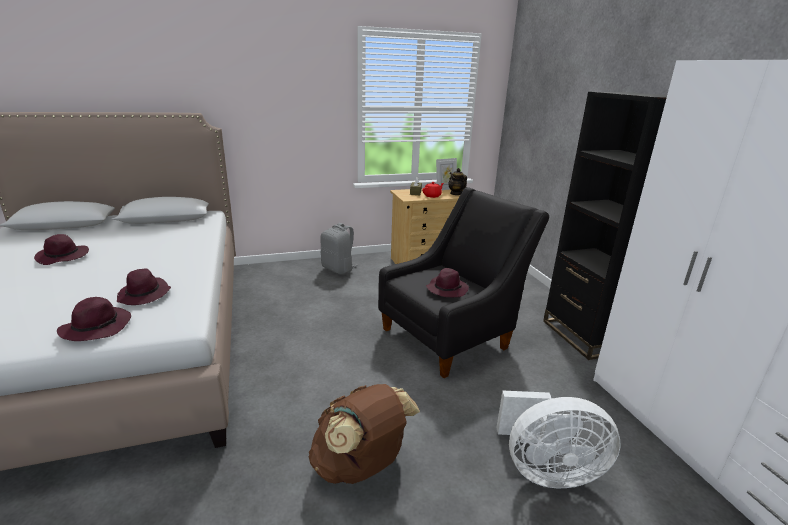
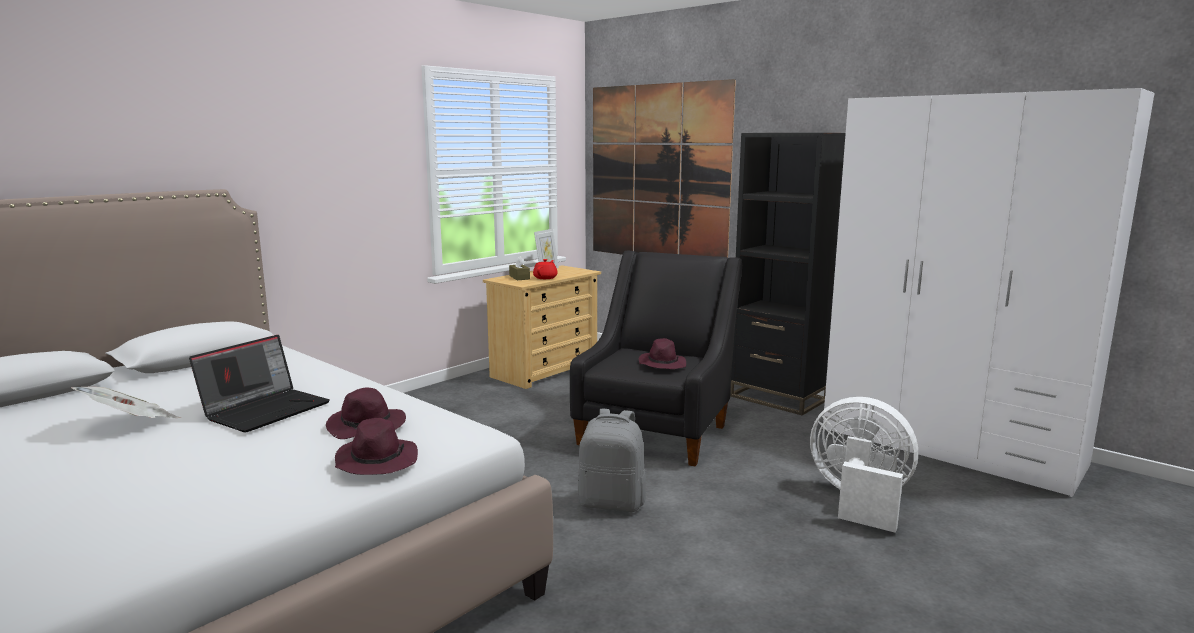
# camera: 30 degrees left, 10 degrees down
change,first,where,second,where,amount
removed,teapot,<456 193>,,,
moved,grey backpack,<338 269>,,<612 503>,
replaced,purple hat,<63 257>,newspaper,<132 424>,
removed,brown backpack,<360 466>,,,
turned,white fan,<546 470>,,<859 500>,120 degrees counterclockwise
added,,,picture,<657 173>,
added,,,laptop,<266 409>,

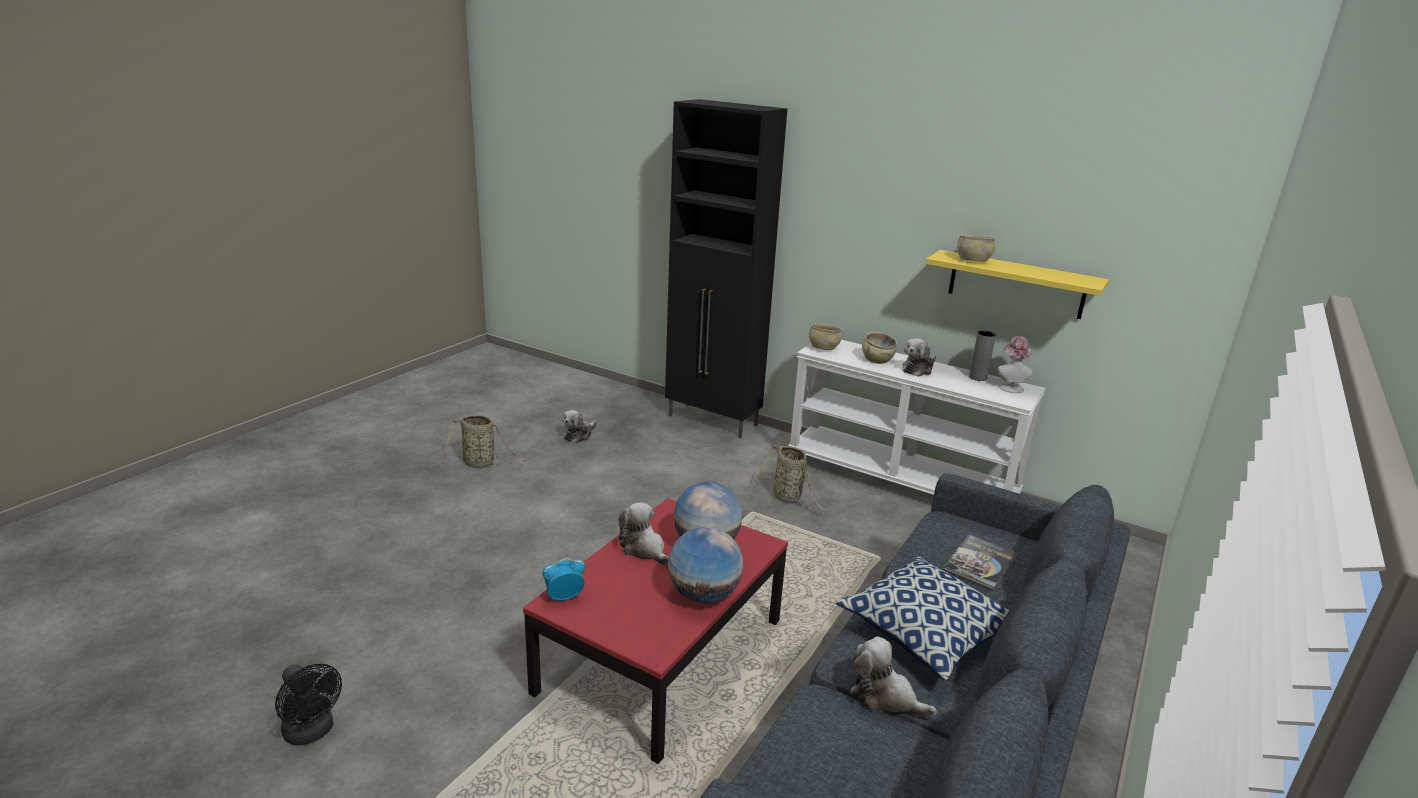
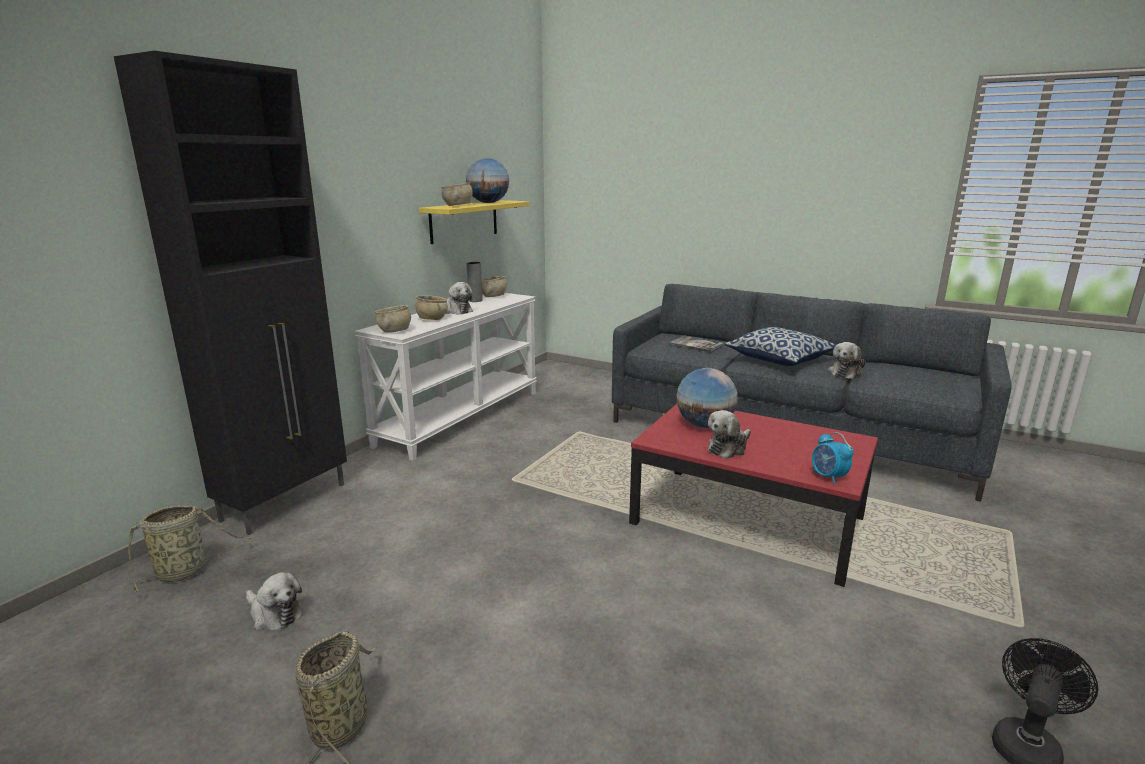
# camera: 90 degrees left, 5 degrees down
change,first,where,second,where,amount
replaced,hat,<1009 387>,beige bowl,<493 296>,
moved,basket,<788 498>,,<186 571>,
moved,globe,<703 595>,,<488 203>,

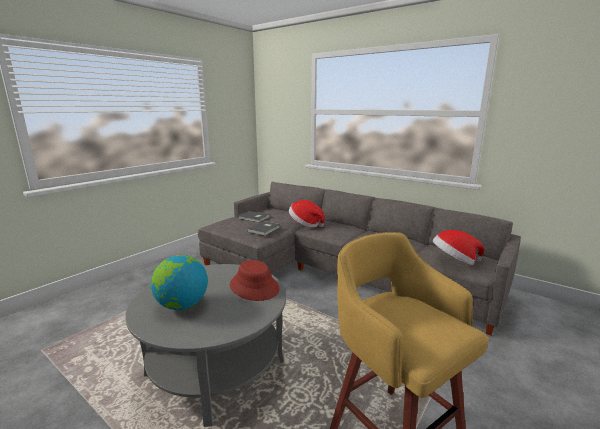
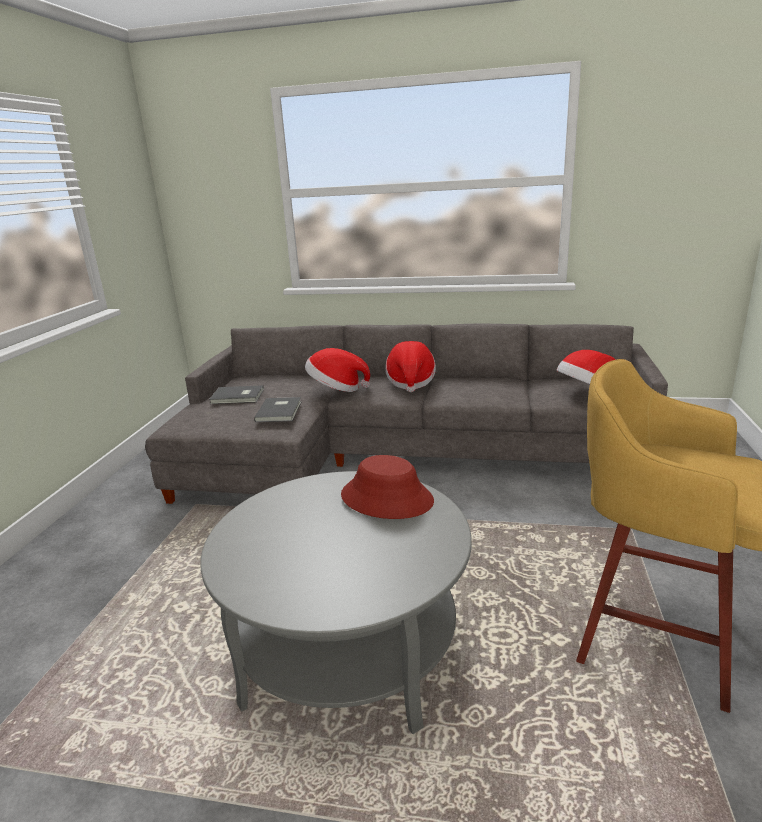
# camera: 25 degrees left, 5 degrees up
change,first,where,second,where,amount
removed,globe,<182 305>,,,
added,,,hat,<410 382>,

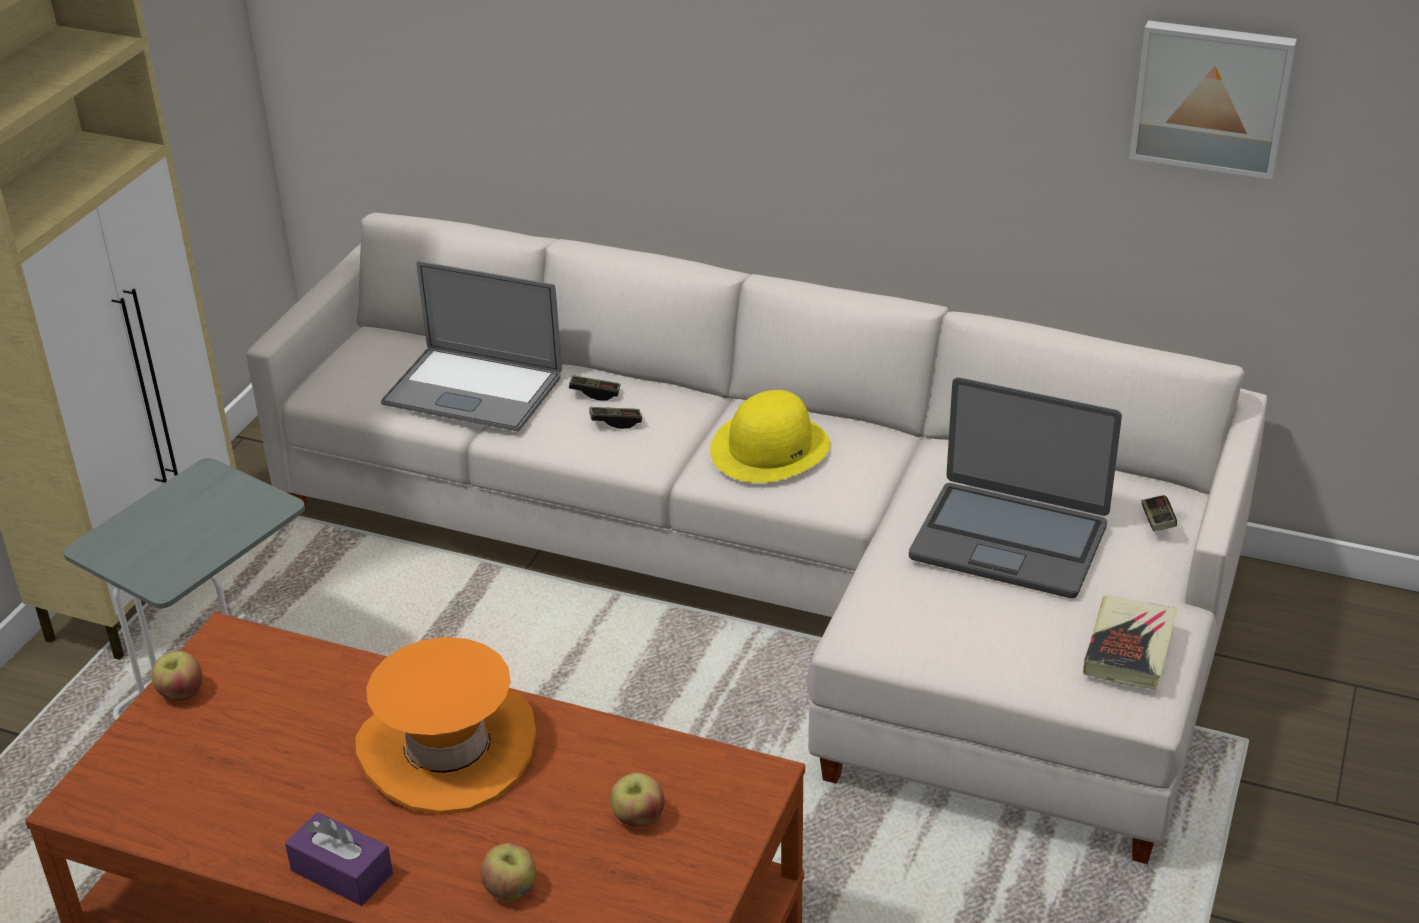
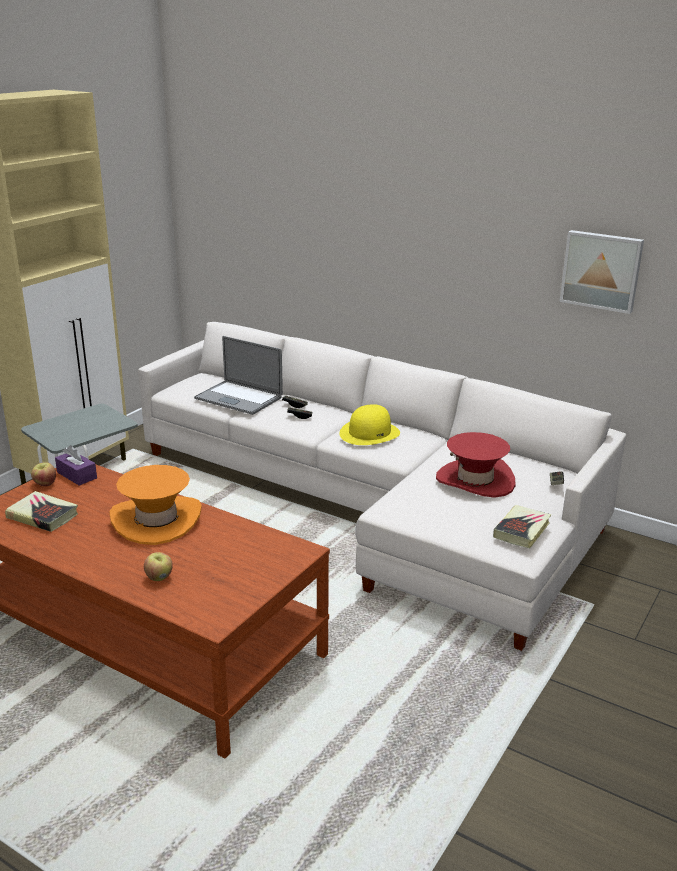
# camera: 10 degrees right, 10 degrees down
change,first,where,second,where,amount
replaced,laptop,<1009 540>,red hat,<475 480>,
removed,apple,<638 818>,,,
moved,purple tissue box,<342 872>,,<77 475>,
added,,,book,<43 516>,

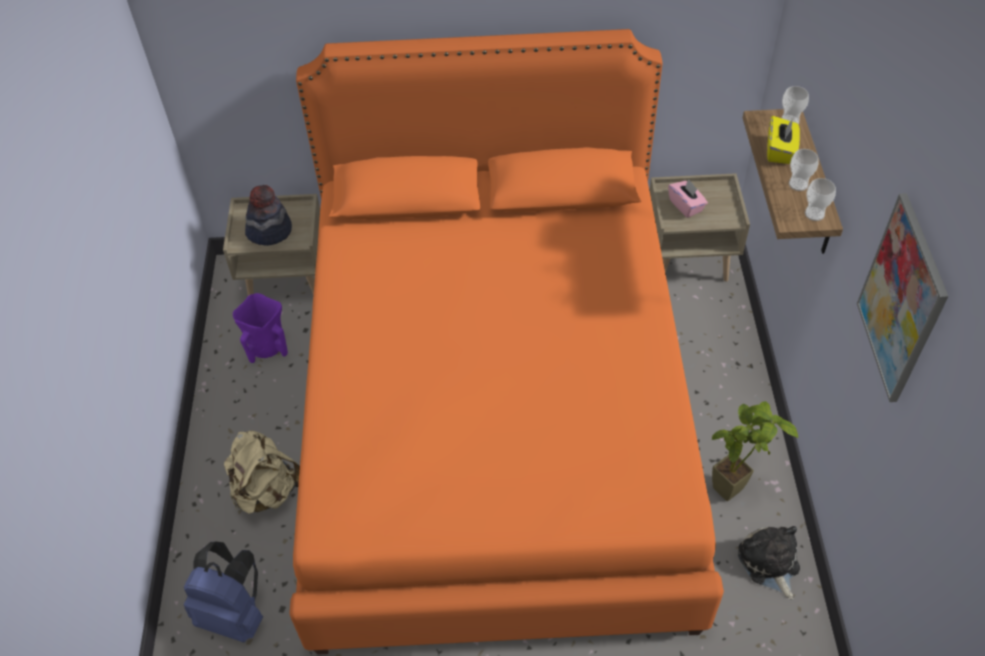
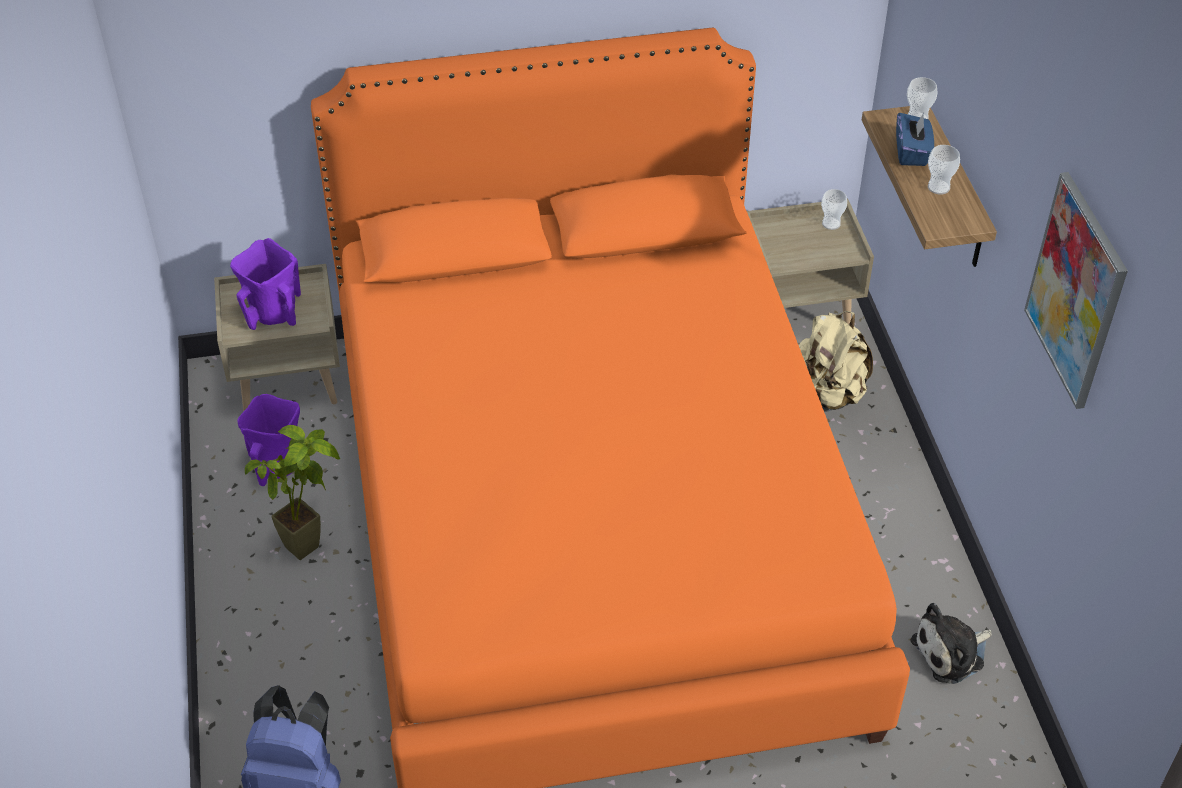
# camera: 10 degrees left, 5 degrees down
change,first,where,second,where,amount
recoloured,yellow tissue box,<780 151>,blue tissue box,<912 152>,
moved,cup,<814 214>,,<831 224>,
removed,pink tissue box,<686 206>,,,
replaced,hat,<269 231>,purple vase,<272 314>,
moved,potted plant,<736 486>,,<314 542>,
moved,beige backpack,<266 491>,,<827 394>,
turned,plush toy,<769 563>,,<951 652>,90 degrees counterclockwise

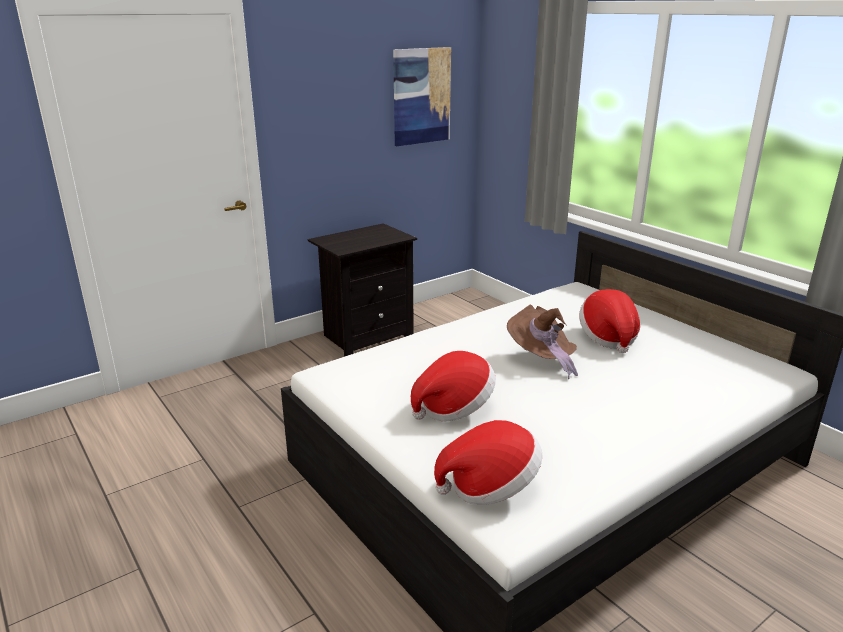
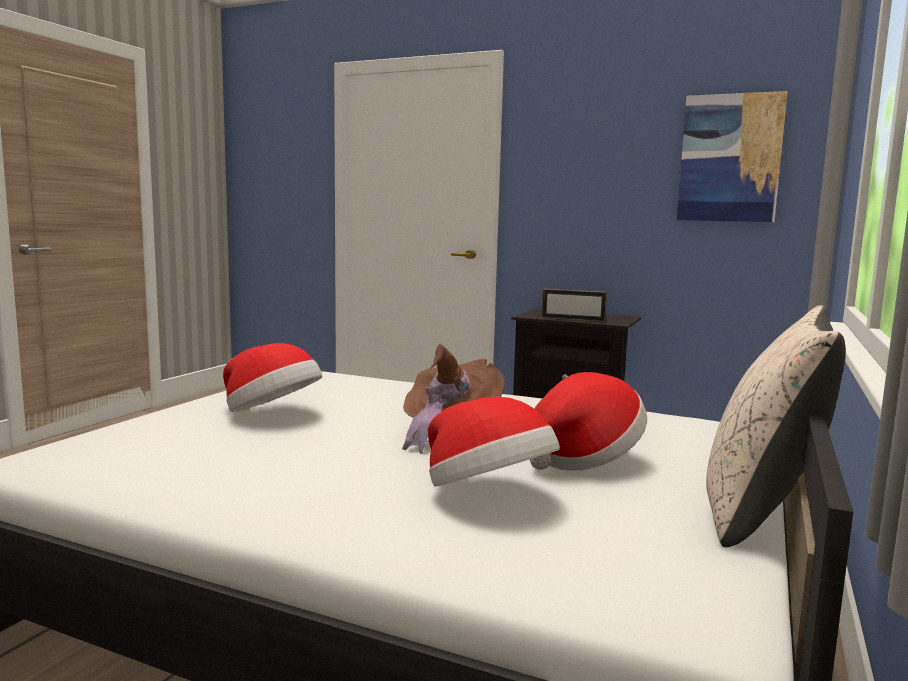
# camera: 60 degrees right, 15 degrees down
change,first,where,second,where,amount
moved,hat,<490 486>,,<488 494>,
added,,,picture frame,<572 319>,
added,,,beige pillow,<761 511>,

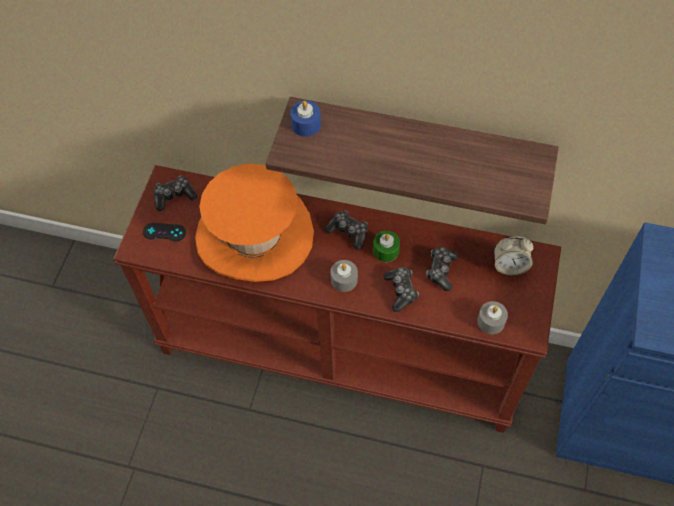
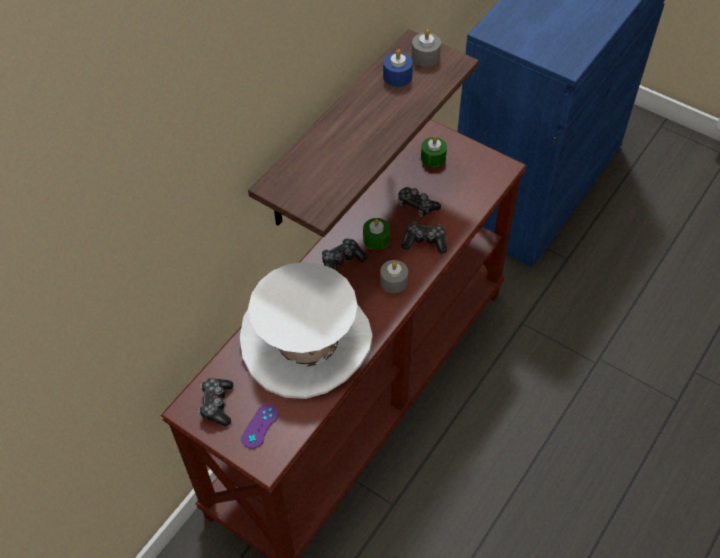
# camera: 70 degrees left, 5 degrees down
change,first,where,second,where,amount
moved,blue candle,<306 124>,,<397 76>,
recoloured,orange hat,<254 235>,white hat,<306 342>,
recoloured,black game controller,<164 232>,purple game controller,<260 426>,
replaced,alarm clock,<509 266>,green candle,<433 157>,
moved,grey candle,<491 321>,,<425 56>,

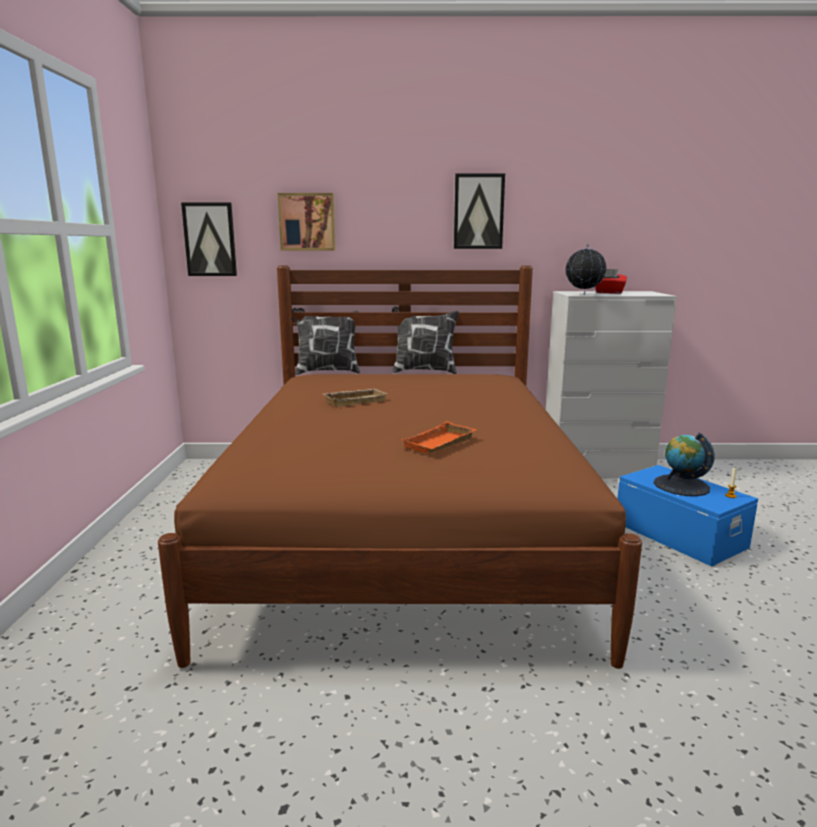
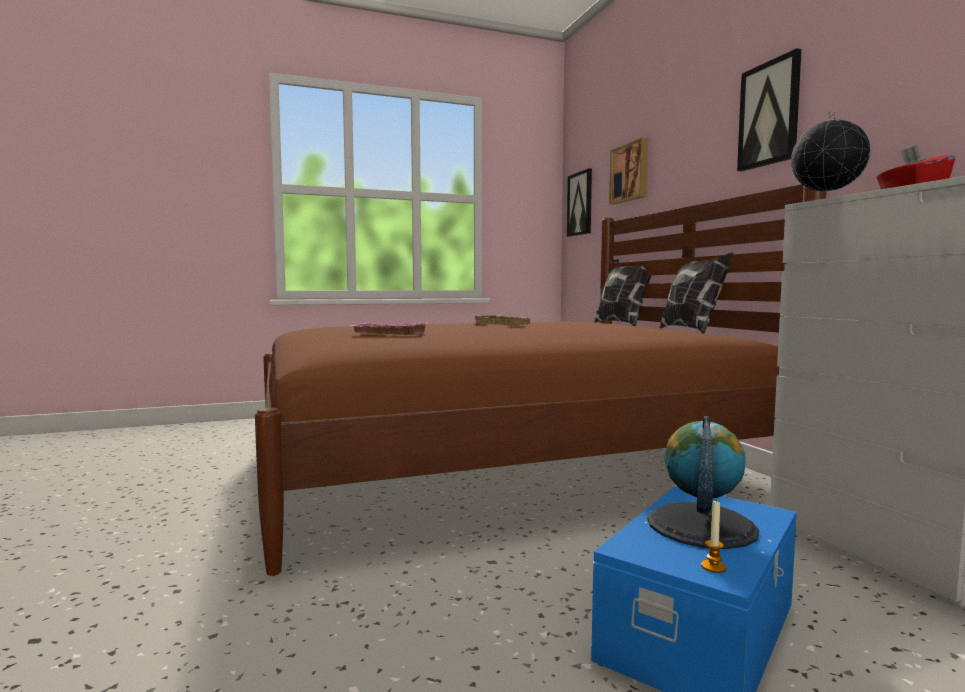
# camera: 70 degrees right, 10 degrees down
change,first,where,second,where,amount
recoloured,orange tray,<440 444>,pink tray,<387 333>,

